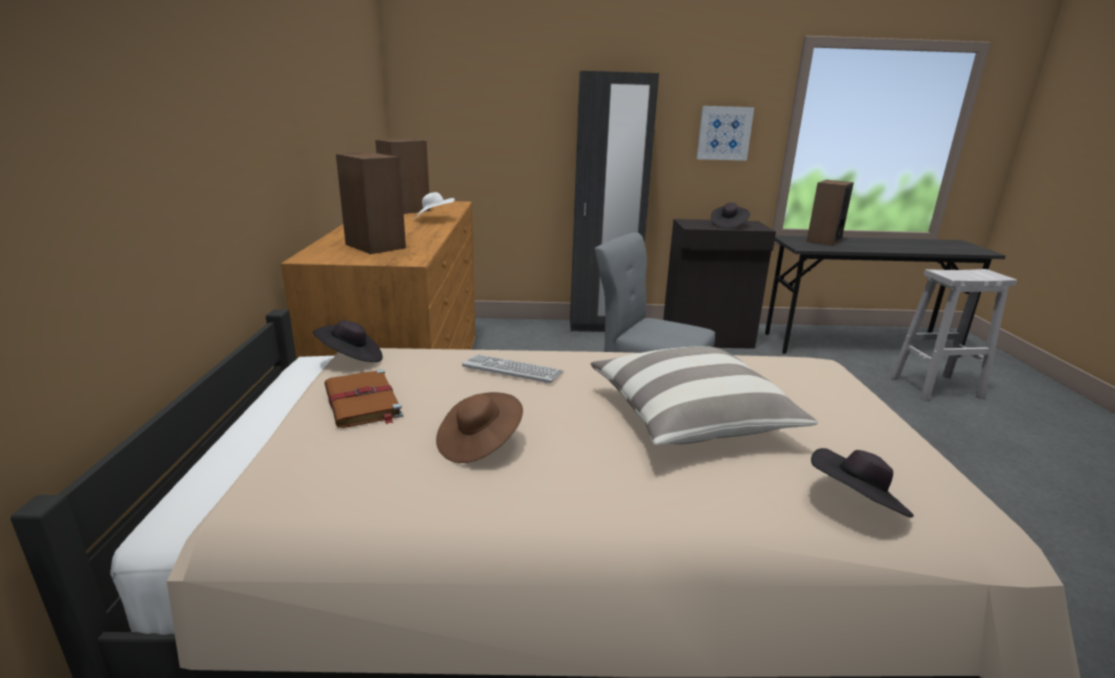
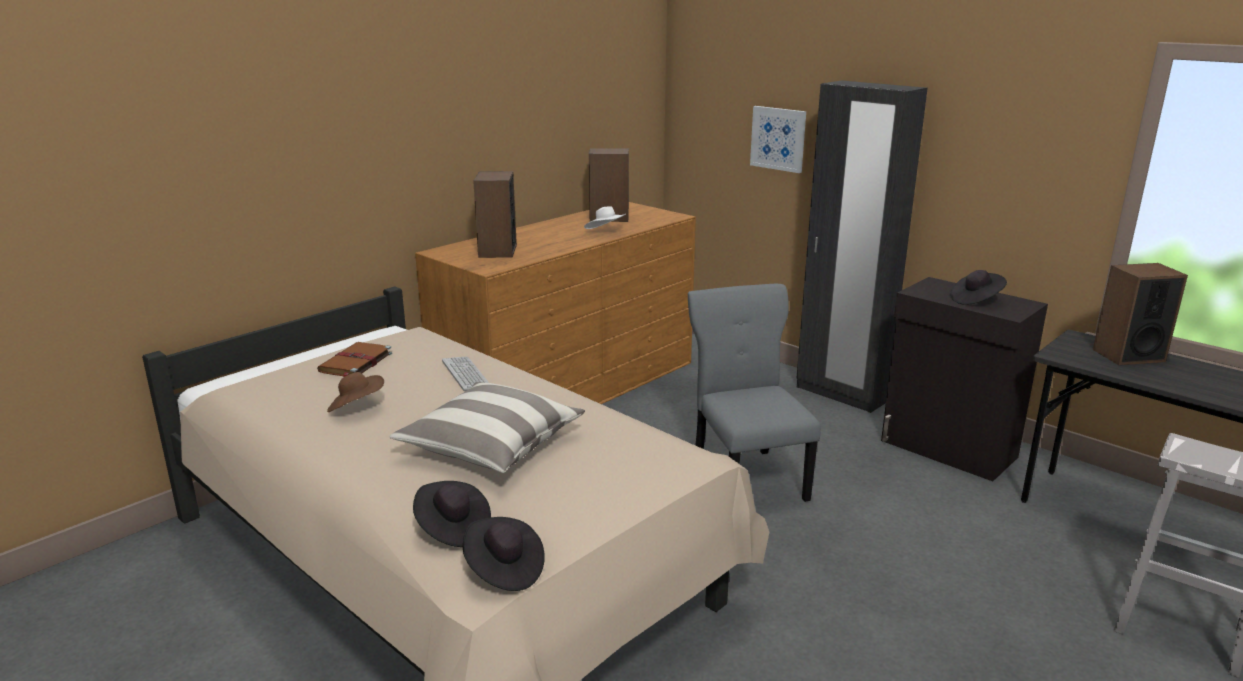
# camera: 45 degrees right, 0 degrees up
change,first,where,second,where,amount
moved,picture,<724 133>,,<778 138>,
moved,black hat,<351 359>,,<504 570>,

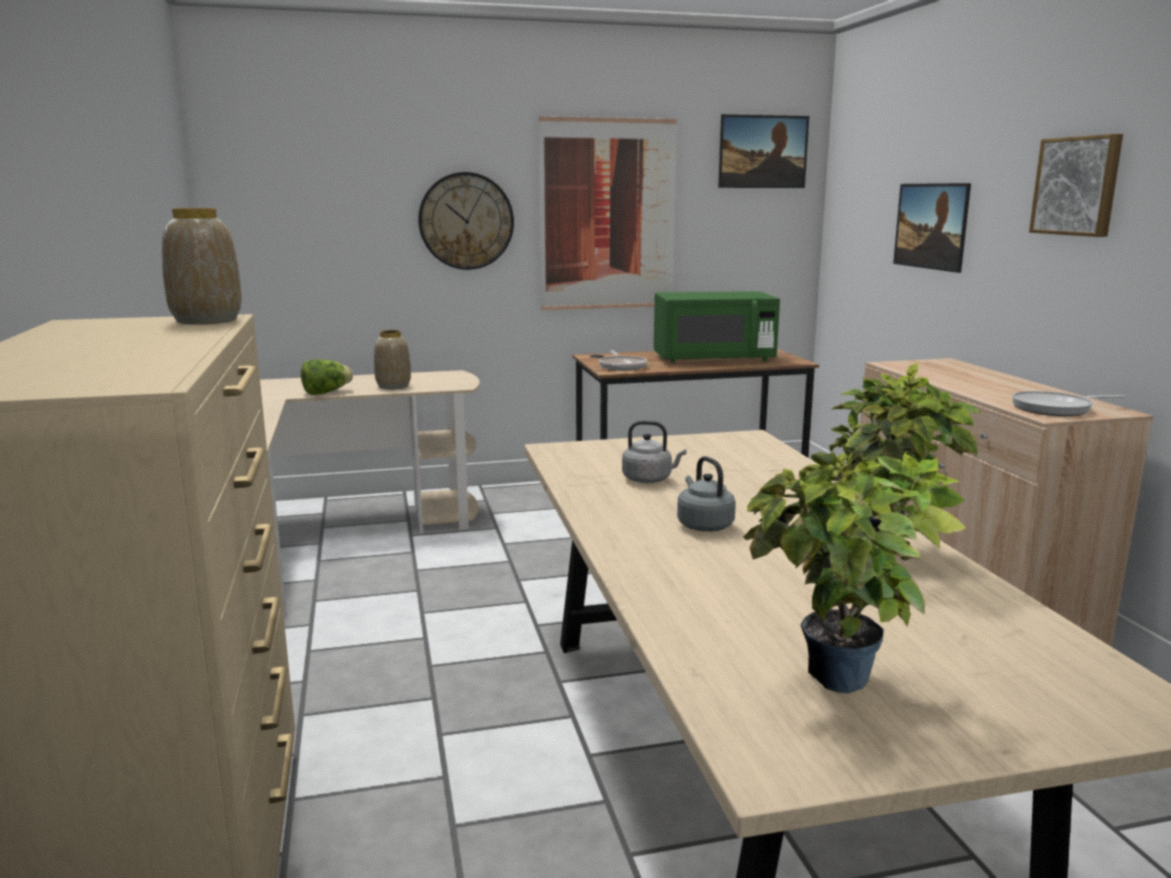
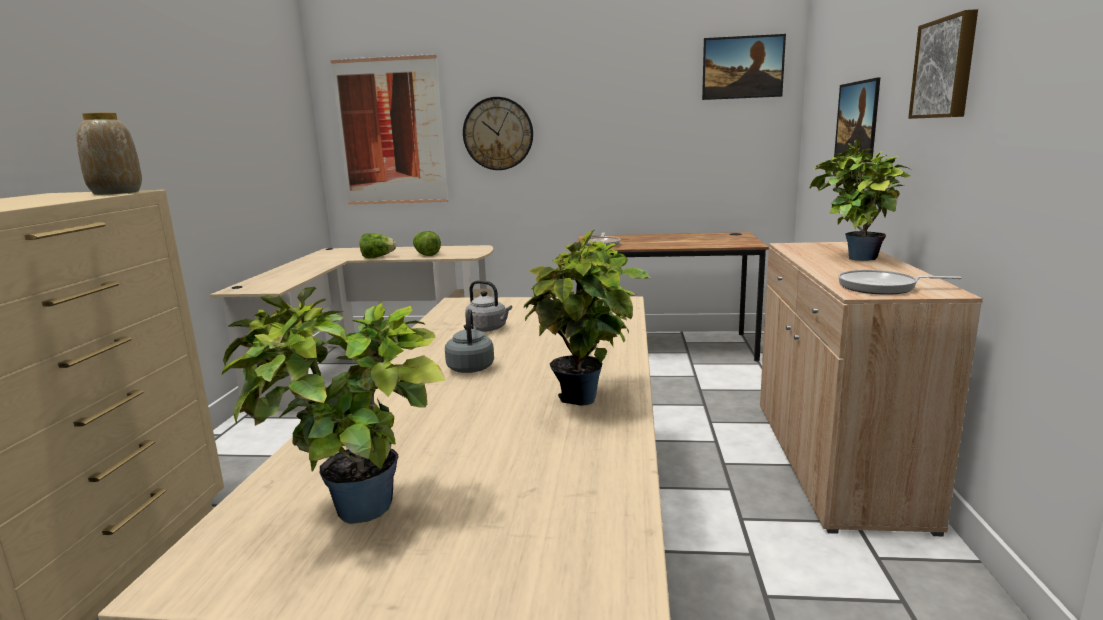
# camera: 20 degrees right, 0 degrees up
change,first,where,second,where,amount
moved,picture,<607 214>,,<391 132>,
removed,green microwave,<713 359>,,,
replaced,vase,<393 386>,lettuce,<426 254>,
added,,,potted plant,<853 258>,

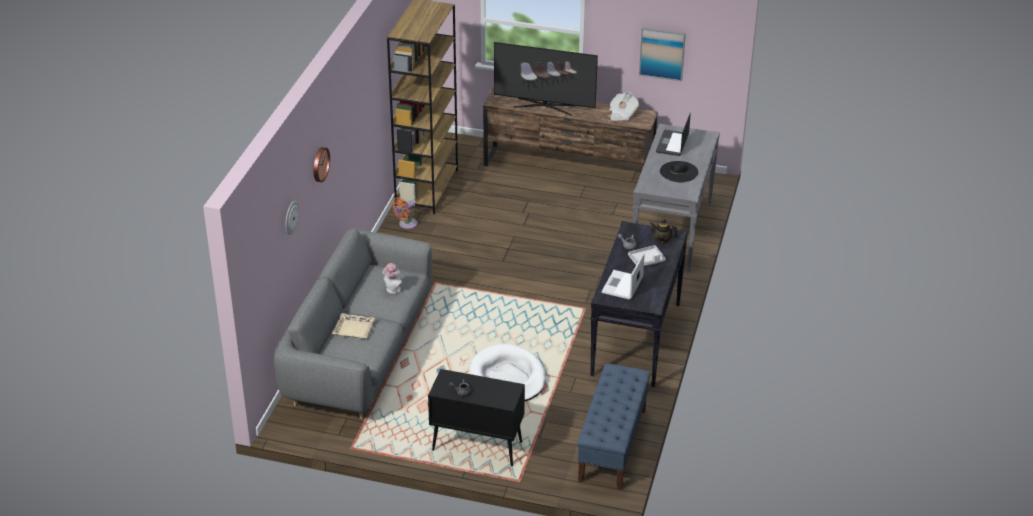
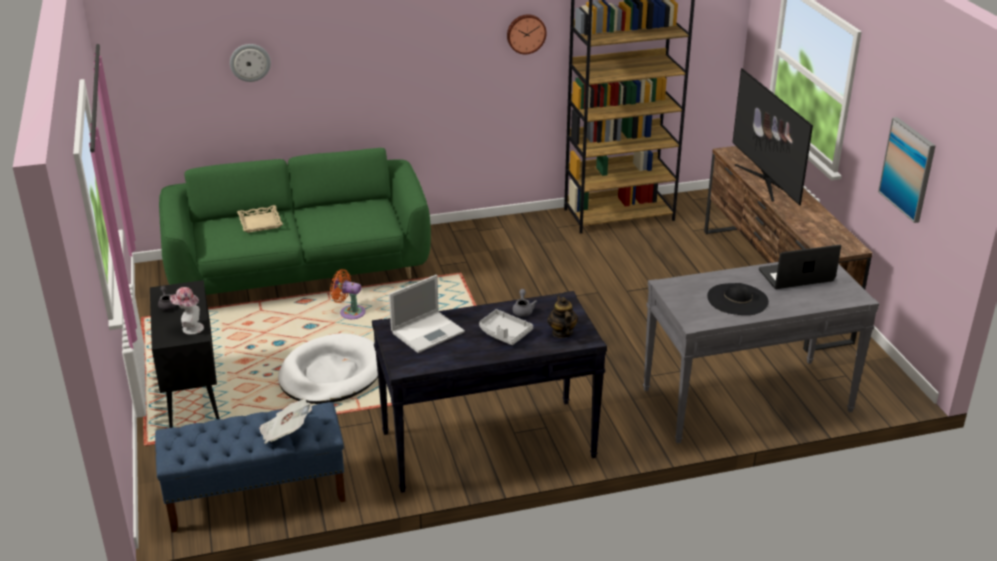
# camera: 60 degrees right, 5 degrees down
change,first,where,second,where,amount
moved,newspaper,<622 114>,,<285 432>,
moved,wall clock,<319 164>,,<526 33>,
moved,orange fan,<406 224>,,<350 312>,
recoloured,grey sofa,<359 353>,green sofa,<300 271>,
turned,laptop,<622 286>,,<428 331>,150 degrees clockwise
moved,hat,<392 290>,,<190 328>,

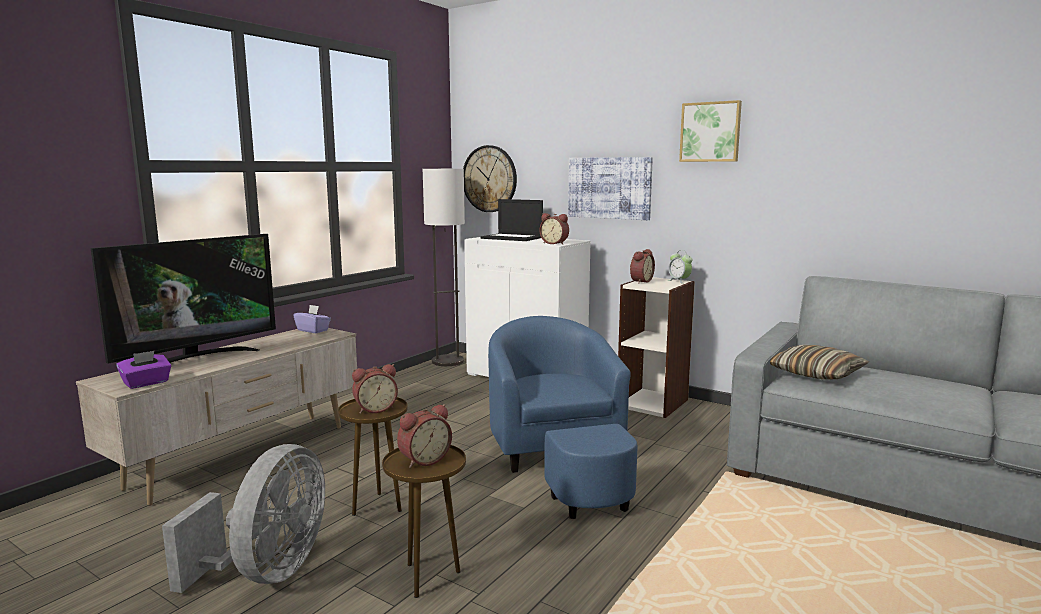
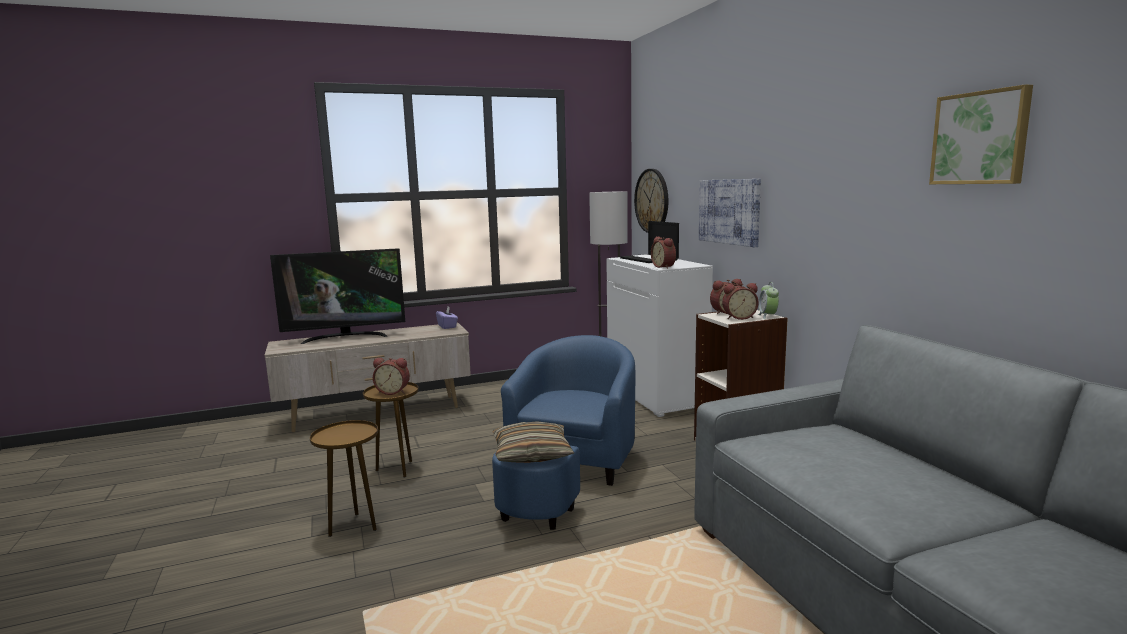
# camera: 35 degrees right, 0 degrees up
change,first,where,second,where,amount
moved,picture,<710 132>,,<981 138>,
moved,pillow,<816 374>,,<532 453>,
removed,purple tissue box,<146 383>,,,
moved,alarm clock,<423 460>,,<738 317>,
removed,grey fan,<268 572>,,,

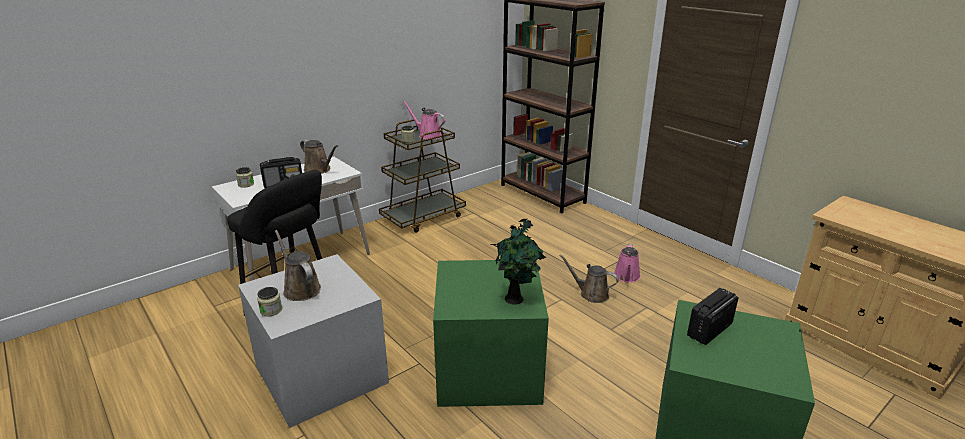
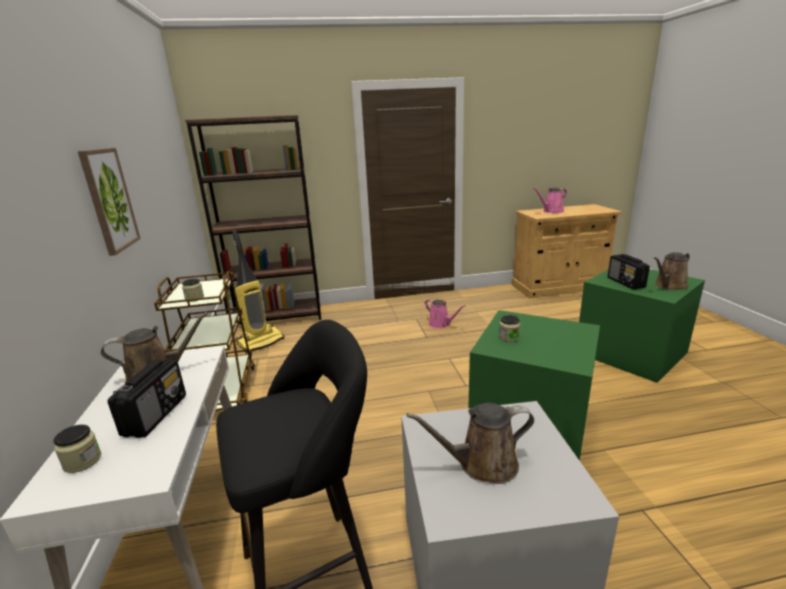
# camera: 60 degrees left, 5 degrees down
change,first,where,second,where,amount
moved,pink watering can,<428 135>,,<551 211>,
removed,potted plant,<516 299>,,,
moved,brown watering can,<591 294>,,<669 286>,
moved,jar,<271 310>,,<509 337>,
added,,,picture,<109 200>,
added,,,vacuum cleaner,<261 342>,

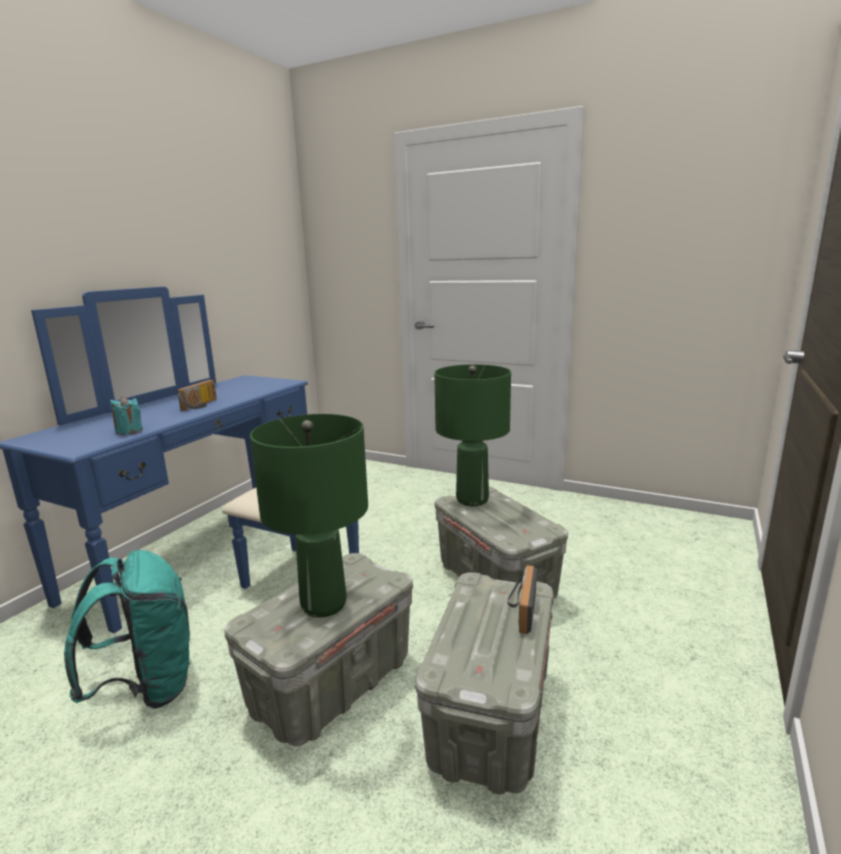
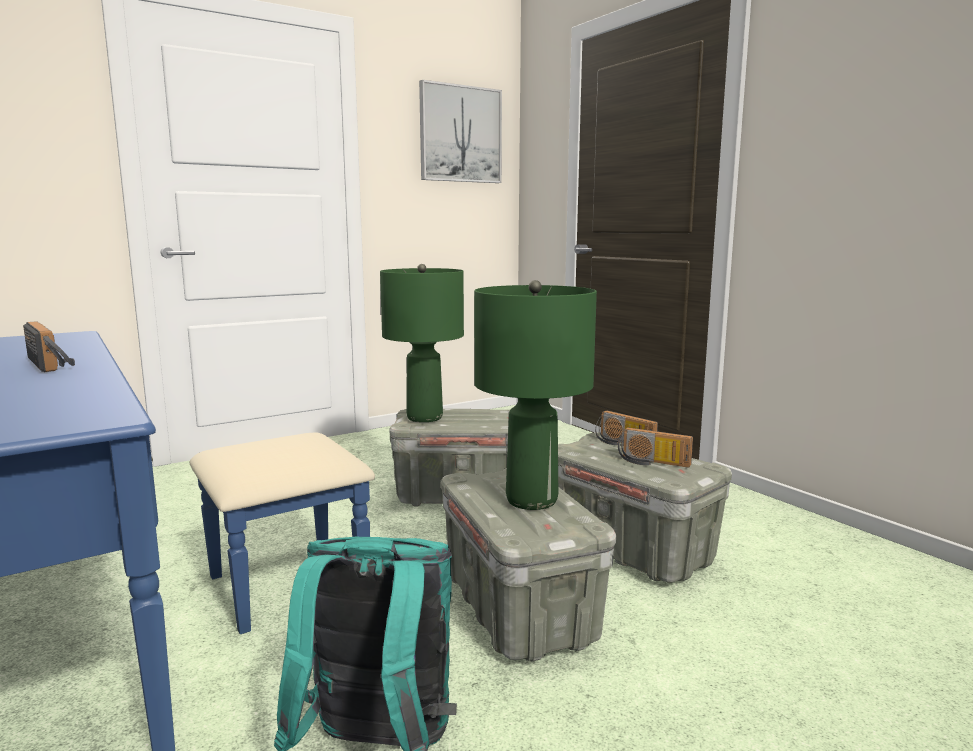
# camera: 60 degrees left, 5 degrees down
change,first,where,second,where,amount
removed,turquoise candle,<129 431>,,,
added,,,picture,<460 134>,
added,,,radio,<652 463>,

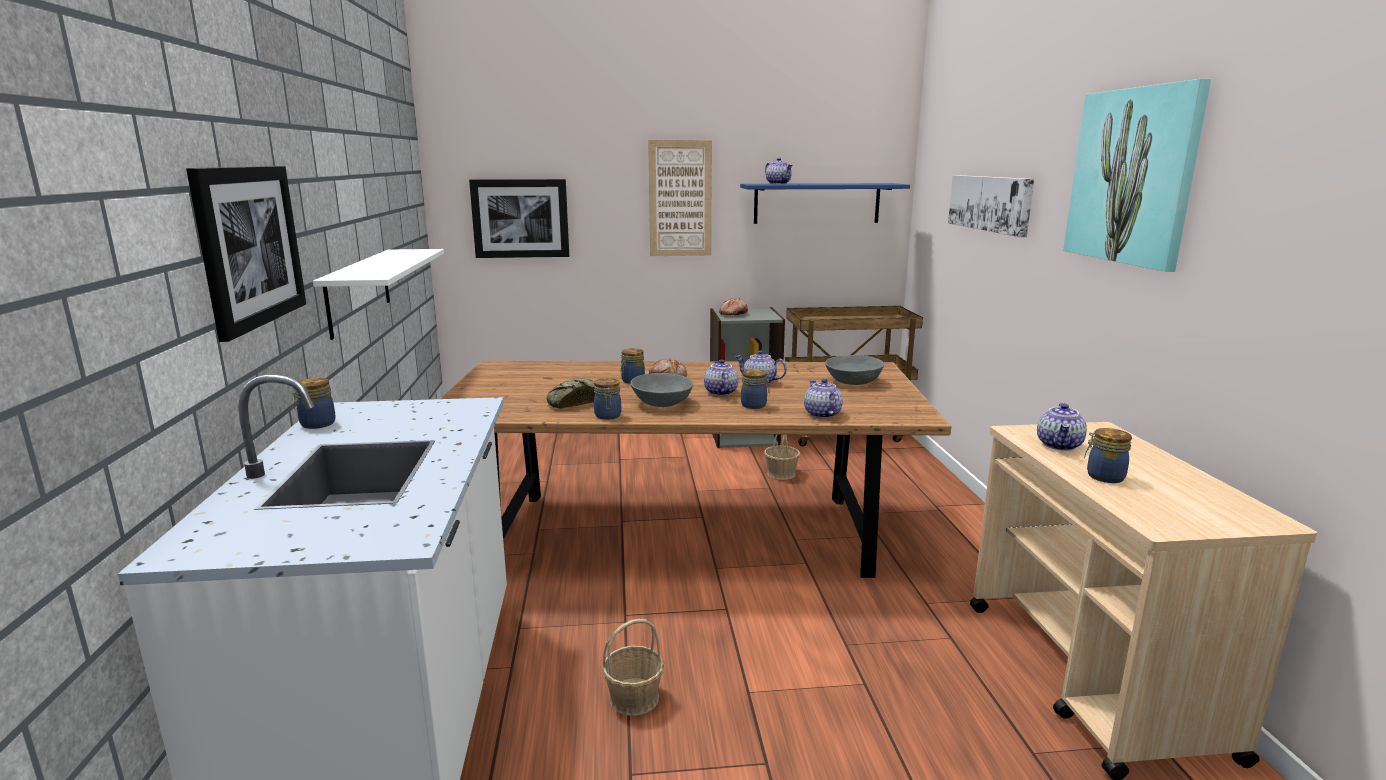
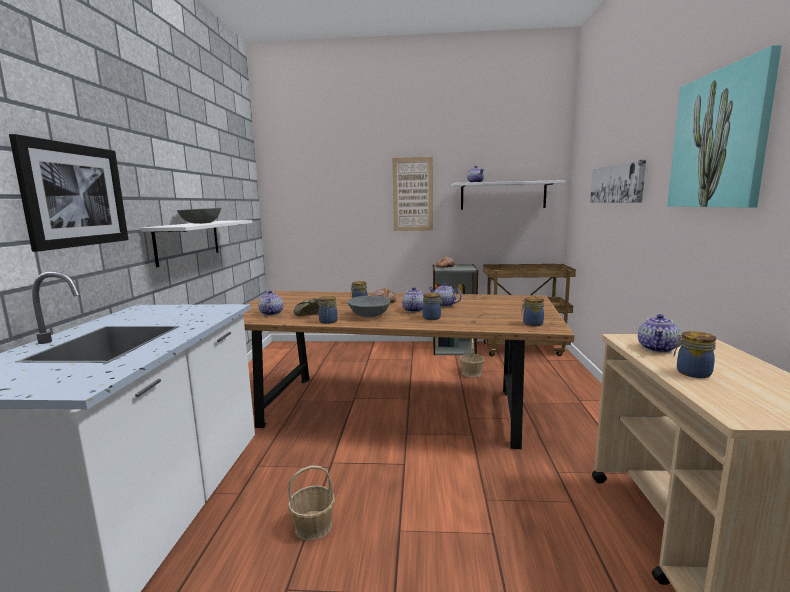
# camera: 10 degrees right, 5 degrees down
change,first,where,second,where,amount
removed,picture,<520 218>,,,
recoloured,blue shelf,<817 203>,white shelf,<503 195>,
moved,grey bowl,<853 382>,,<201 223>,
moved,jar,<316 424>,,<532 324>,
moved,teapot,<821 414>,,<271 313>,

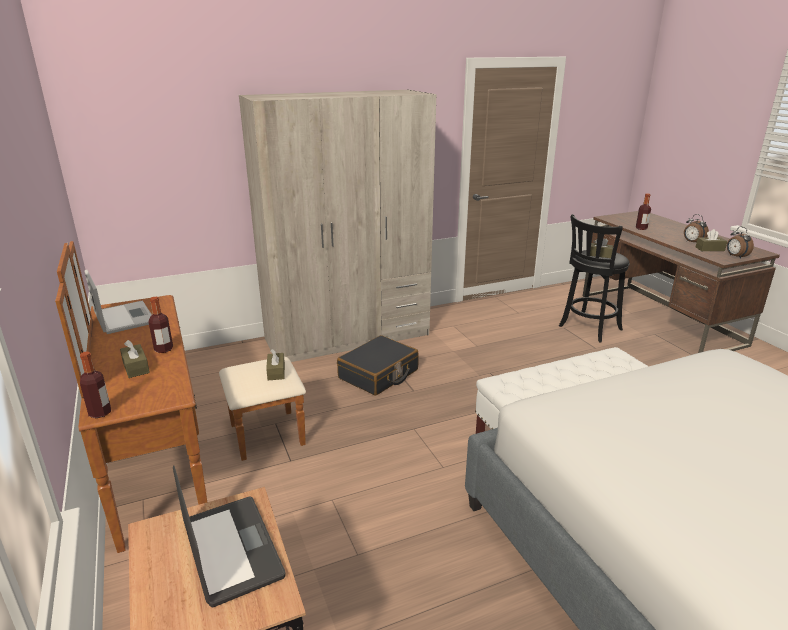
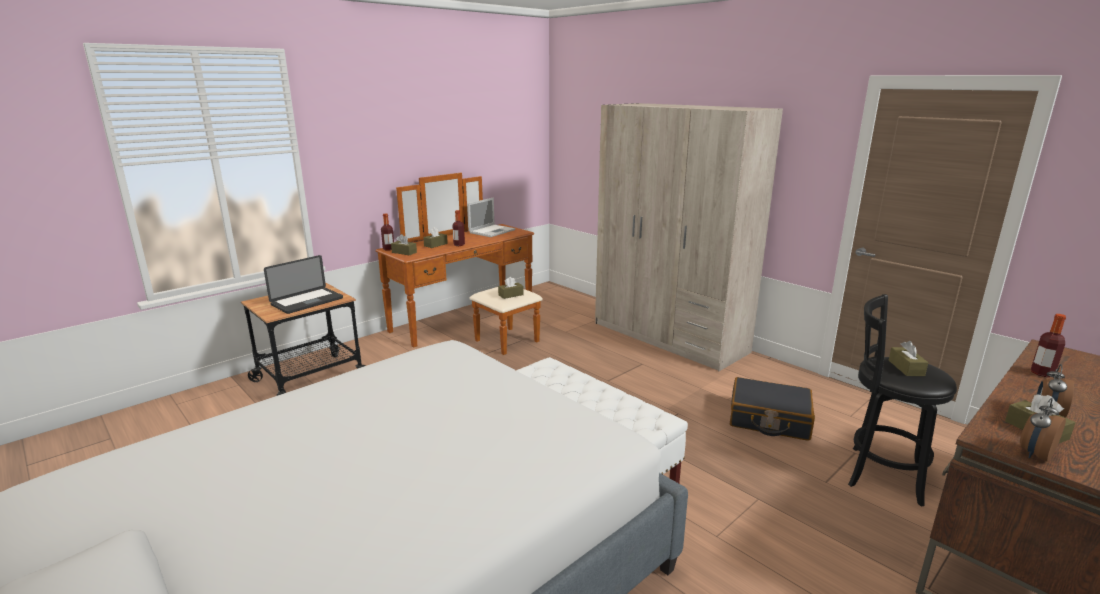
# camera: 70 degrees right, 5 degrees down
change,first,where,second,where,amount
moved,black suitcase,<378 374>,,<769 419>,
added,,,brown tissue box,<404 252>,

